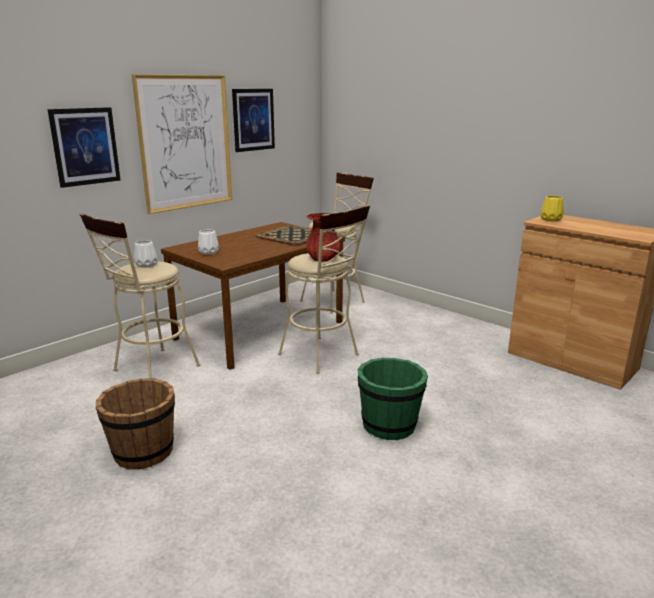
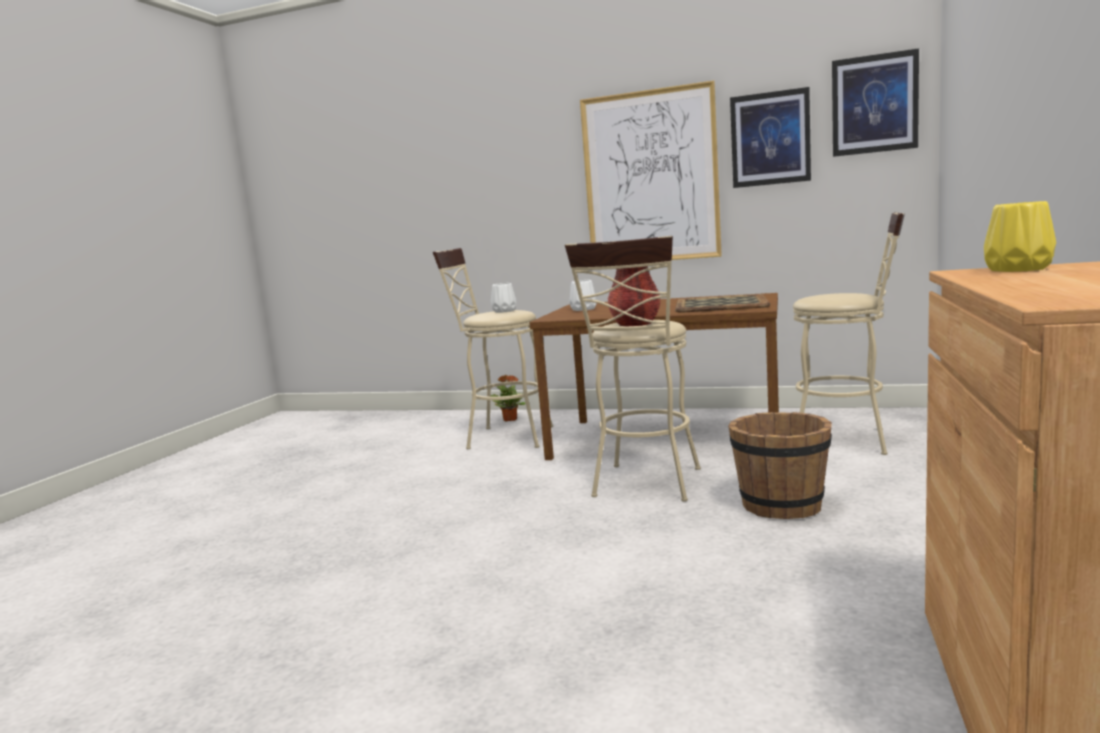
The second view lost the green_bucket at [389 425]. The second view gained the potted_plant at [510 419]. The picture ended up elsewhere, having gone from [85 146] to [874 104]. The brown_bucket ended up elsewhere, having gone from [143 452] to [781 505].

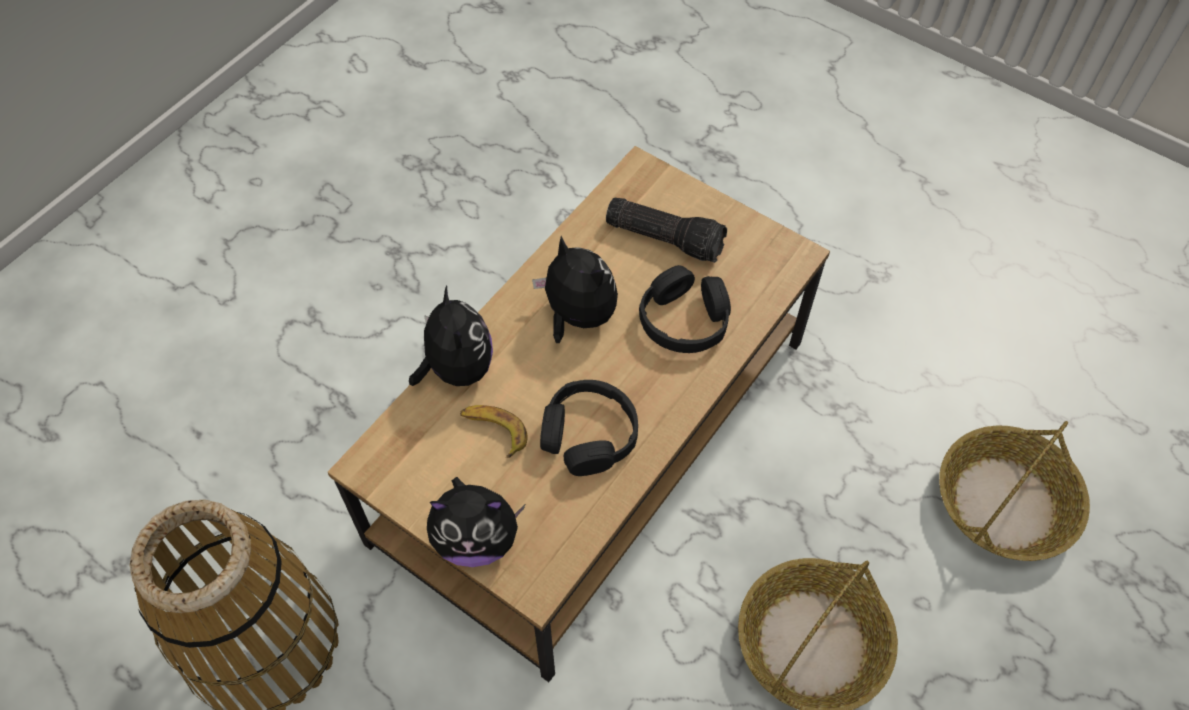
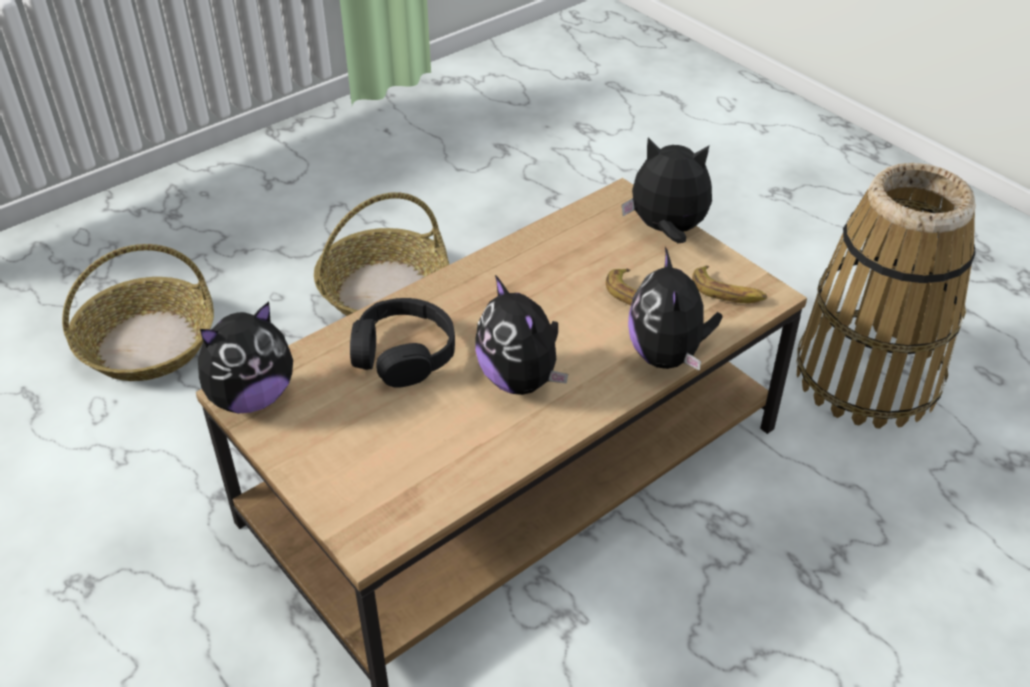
The second view lost the black_headphones at [588 435]. The second view lost the flashlight at [666 237]. The second view gained the plush_toy at [251 397]. The second view gained the banana at [728 292].

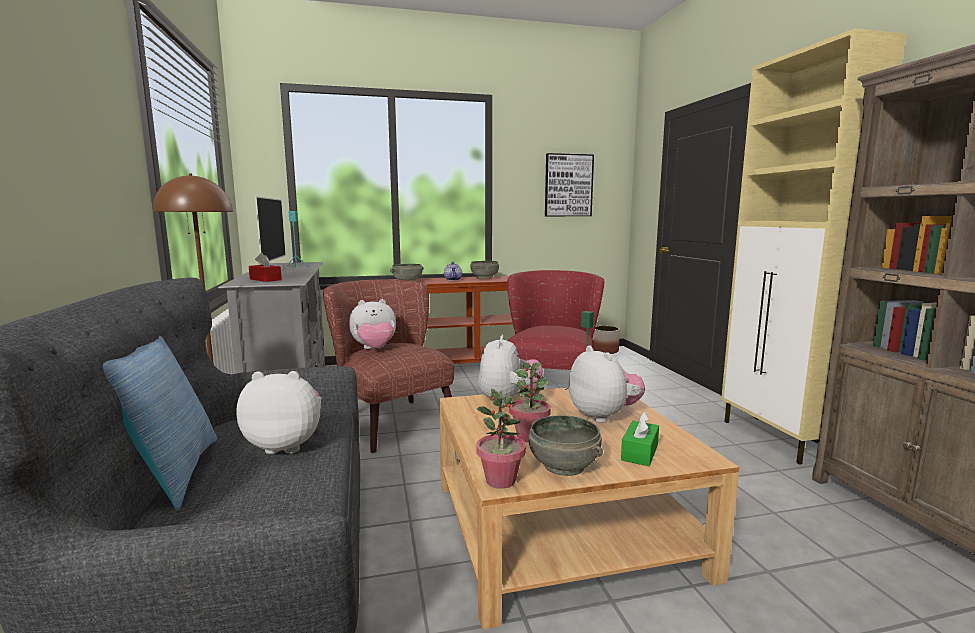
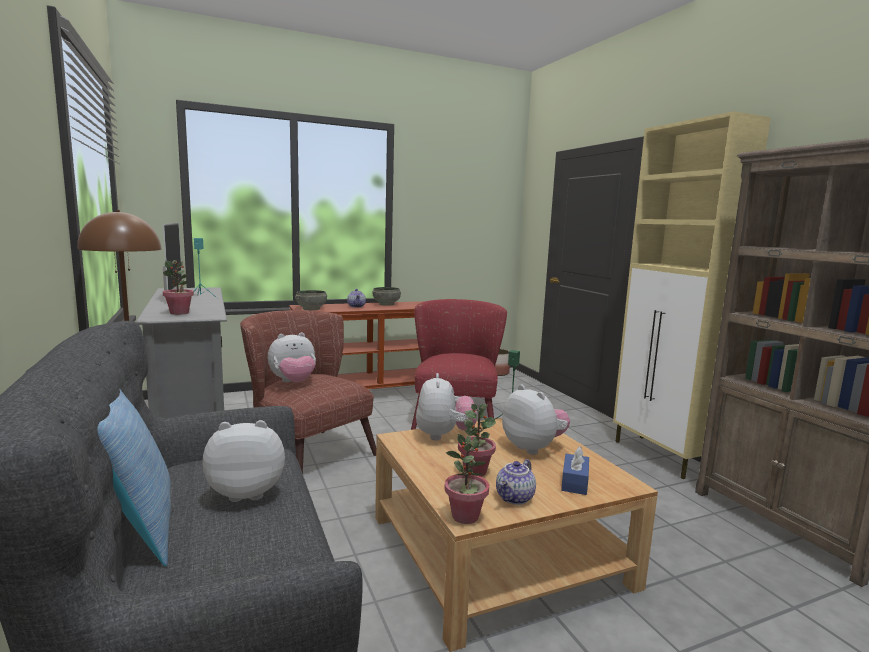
The second view lost the picture at [568 185]. Where the red_tissue_box stood at [265 279], the potted_plant came to stand at [179 313]. Where the grey_bowl stood at [564 465], the teapot came to stand at [515 498]. What was the green_tissue_box at [639 452] turned into the blue_tissue_box at [574 482].

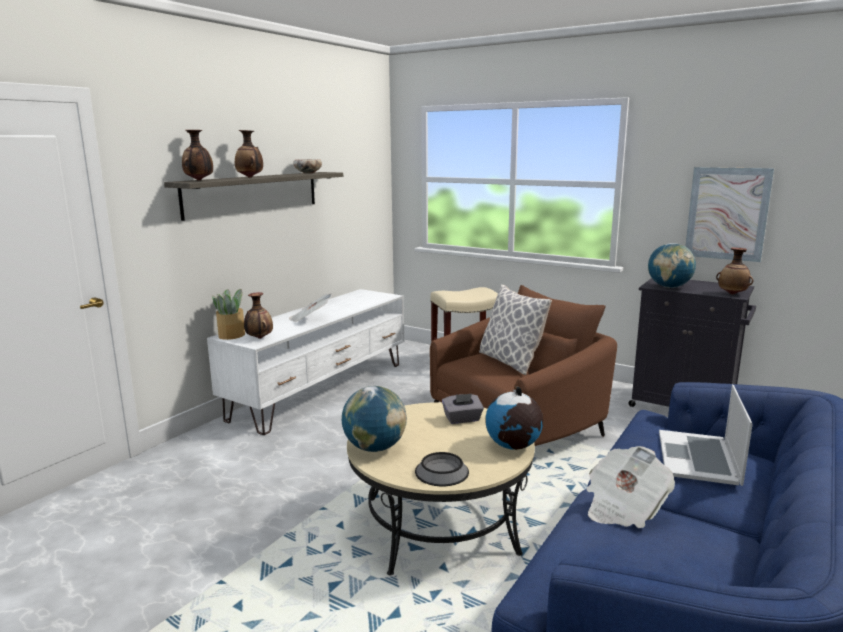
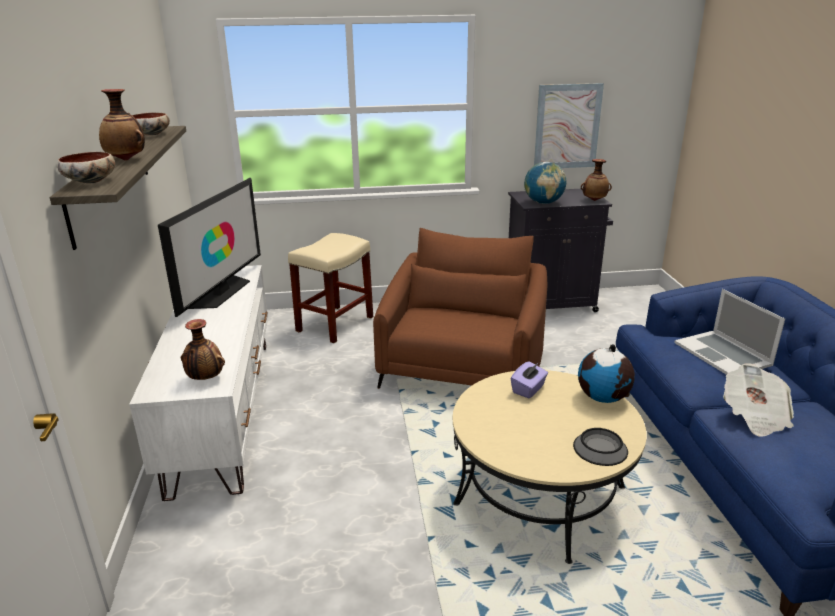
The second view lost the potted_plant at [232 335]. The second view lost the newspaper at [310 319]. The second view lost the globe at [375 448]. The second view lost the pillow at [510 362]. The second view gained the television at [221 292]. Where the vase stood at [199 180], the bowl came to stand at [90 182]. What was the grey_tissue_box at [462 419] turned into the purple_tissue_box at [528 389].

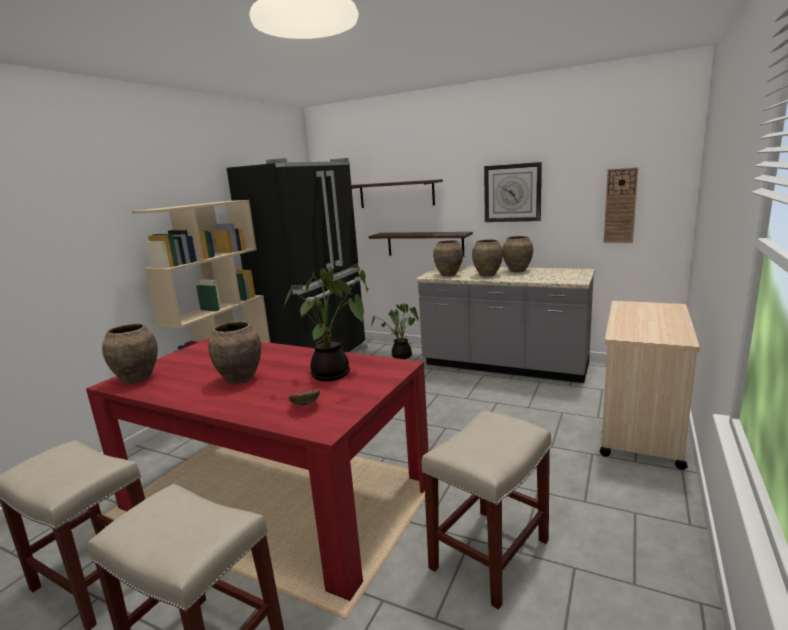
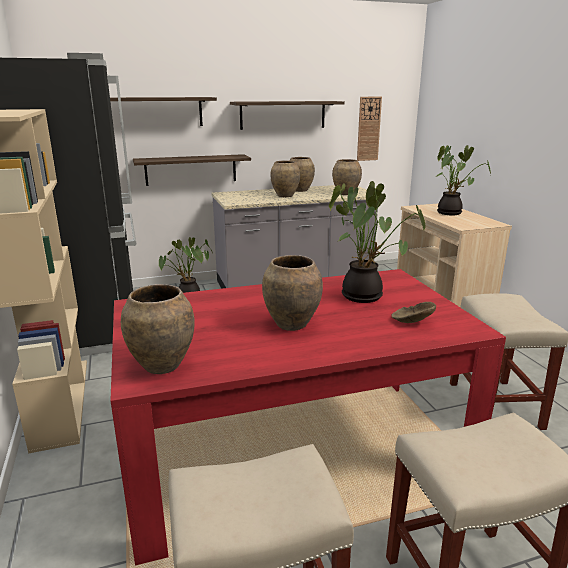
The second view gained the potted_plant at [451 213]. The brown_vase ended up elsewhere, having gone from [448 275] to [345 194]. Where the wall_clock hung at [512 193], the shelf came to hang at [283 115].

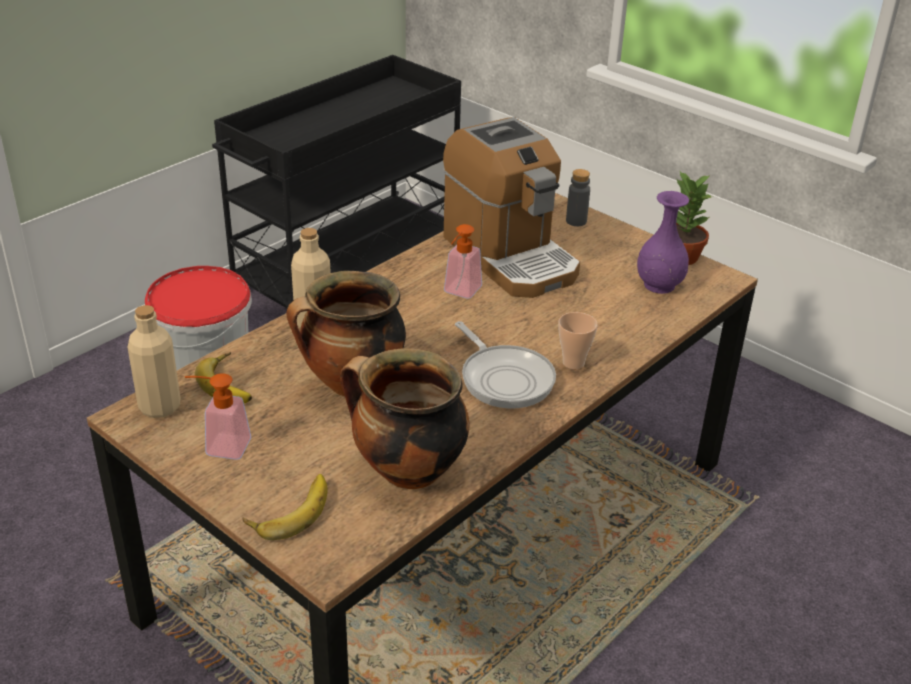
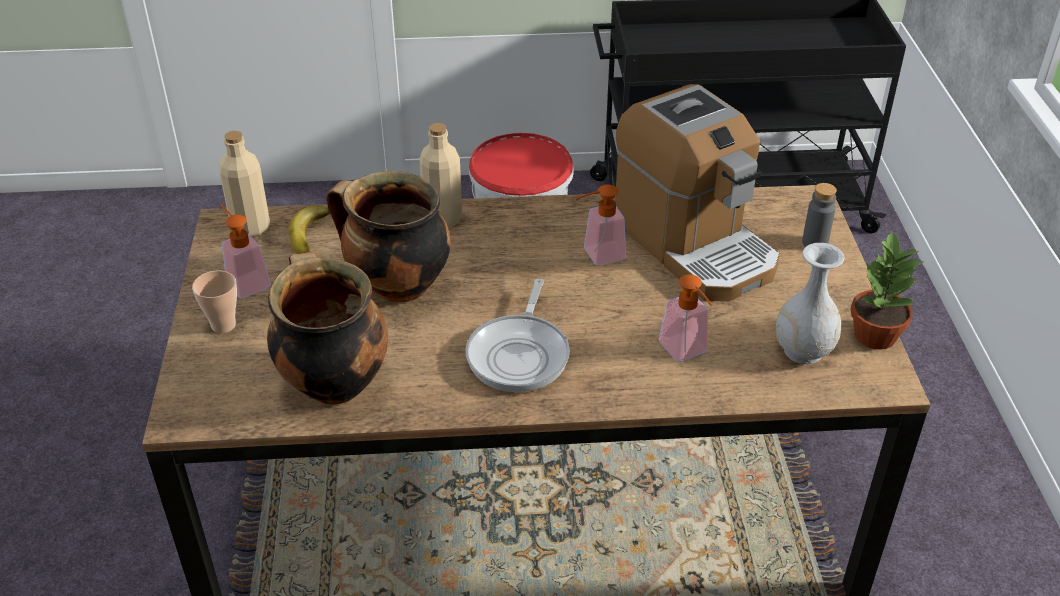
The second view lost the banana at [289 510]. The second view gained the soap_dispenser at [687 352]. The cup ended up elsewhere, having gone from [573 363] to [223 325]. What was the purple_vase at [659 285] turned into the white_vase at [803 350]. The coffee_machine at [510 256] ended up facing another way, 45 degrees counterclockwise from before.

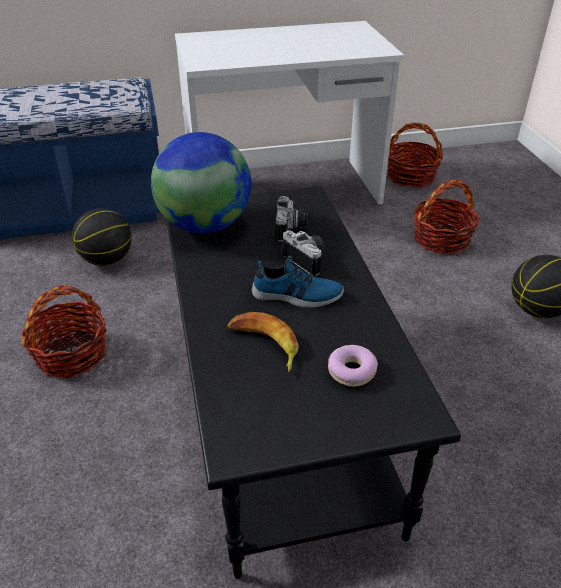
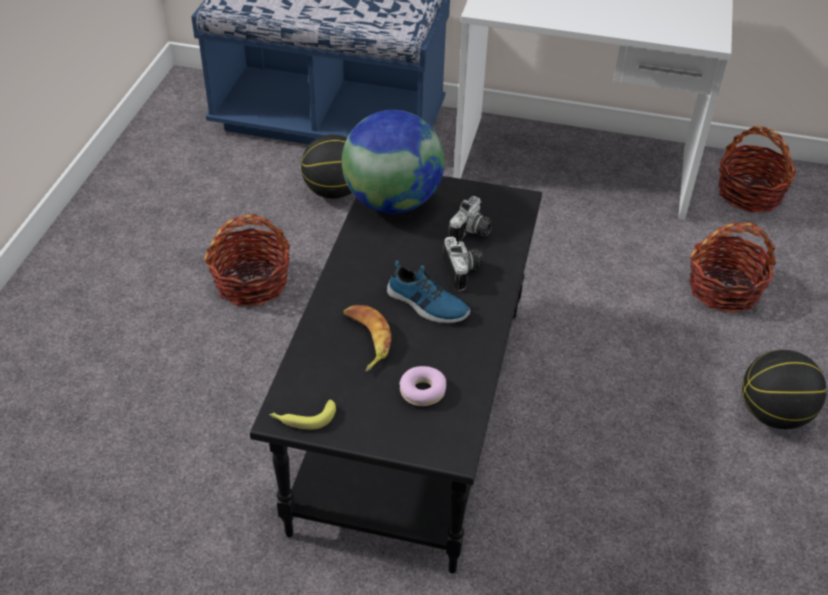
The second view gained the banana at [303 418].

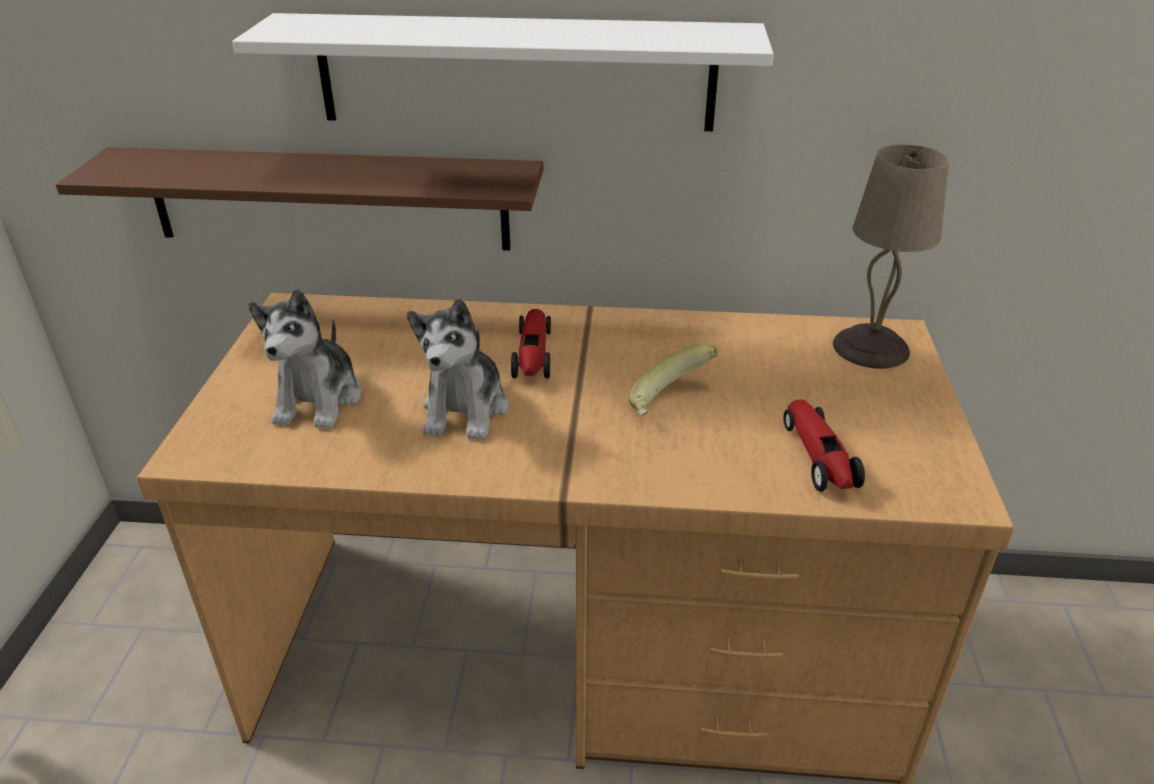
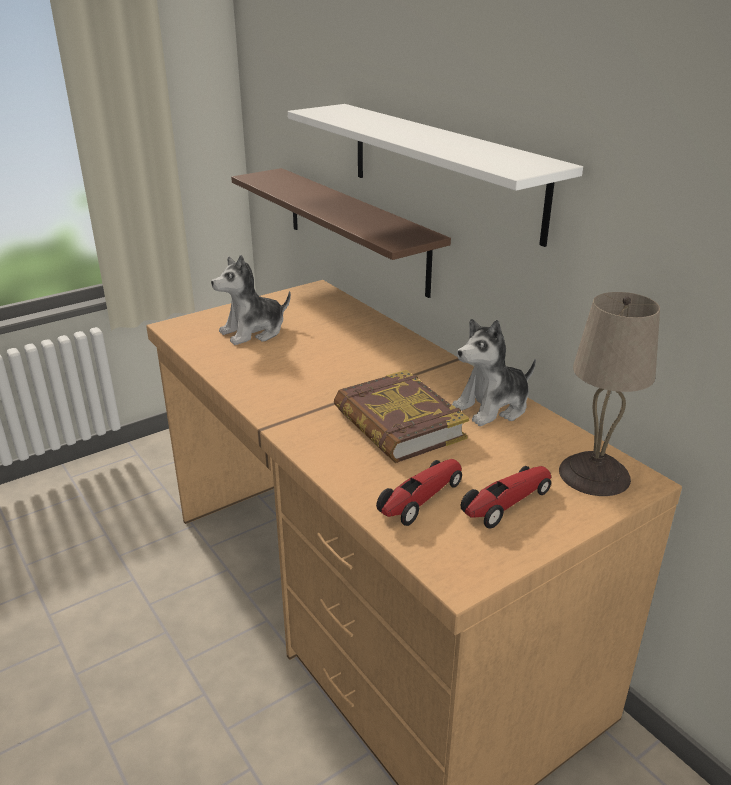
The plush_toy ended up elsewhere, having gone from [466 409] to [492 407]. The toy_car ended up elsewhere, having gone from [533 355] to [506 503]. Where the banana stood at [670 403], the book came to stand at [398 424].

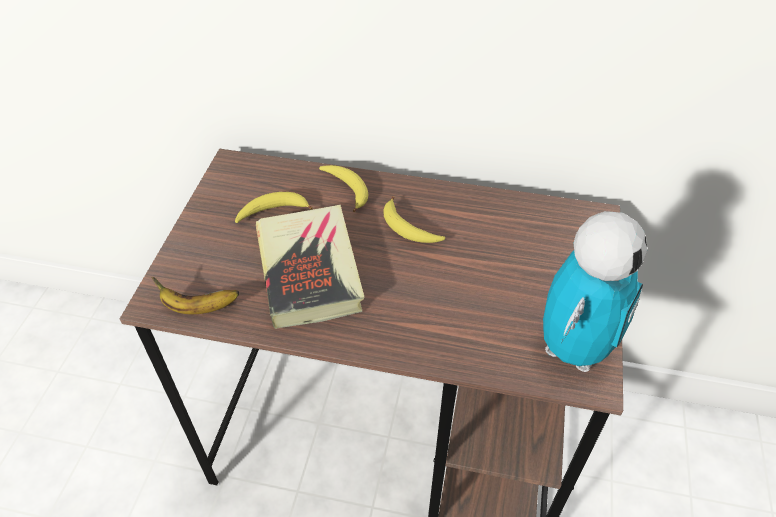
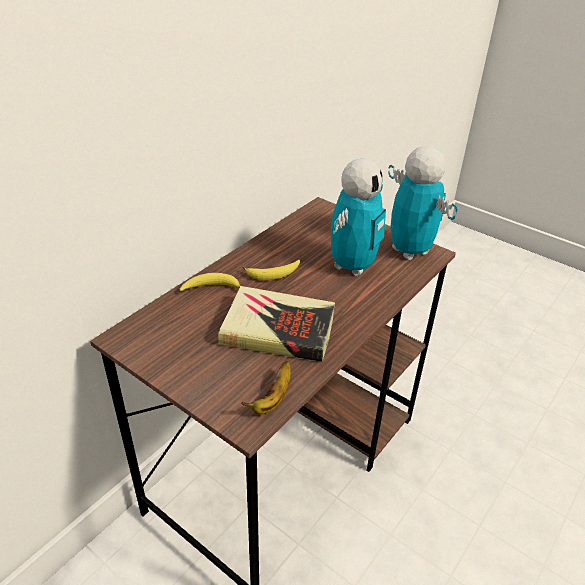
The second view lost the banana at [272 212]. The second view gained the toy_robot at [352 266].

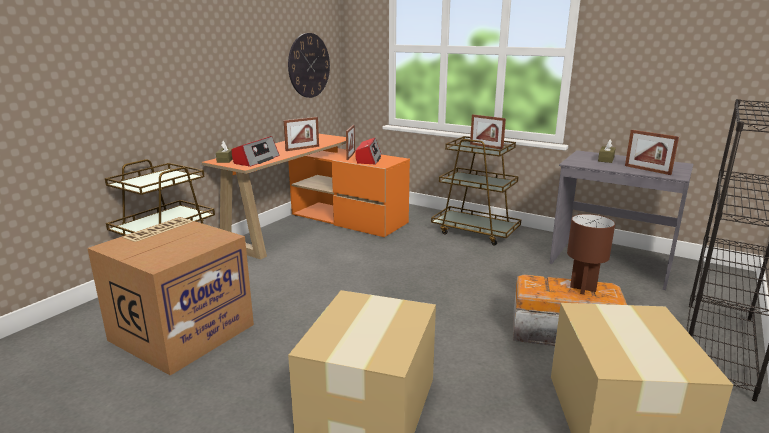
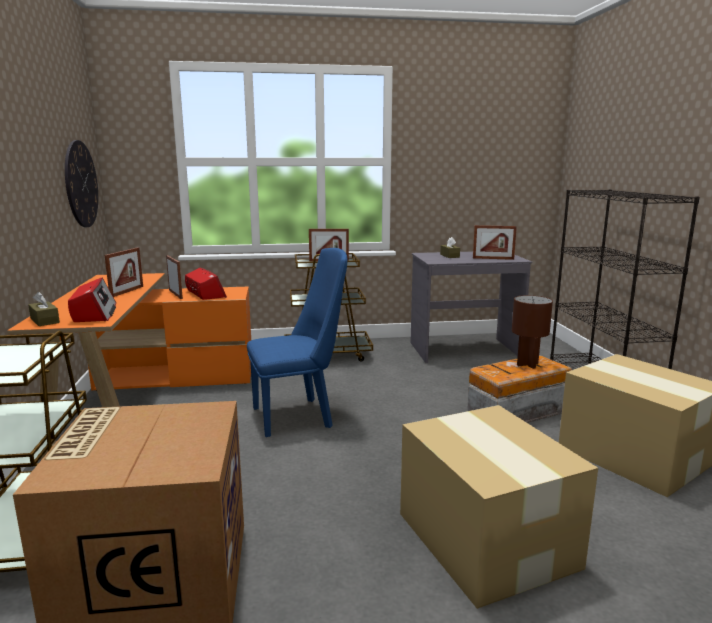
The second view gained the blue_chair at [299 415].

